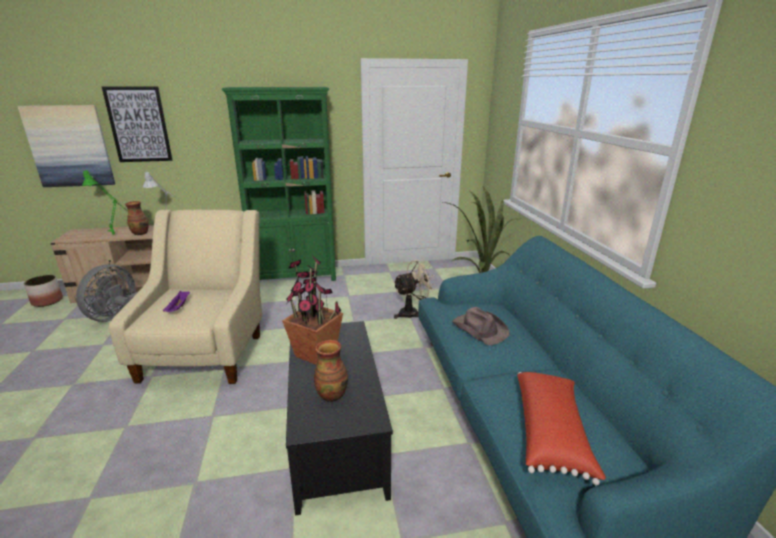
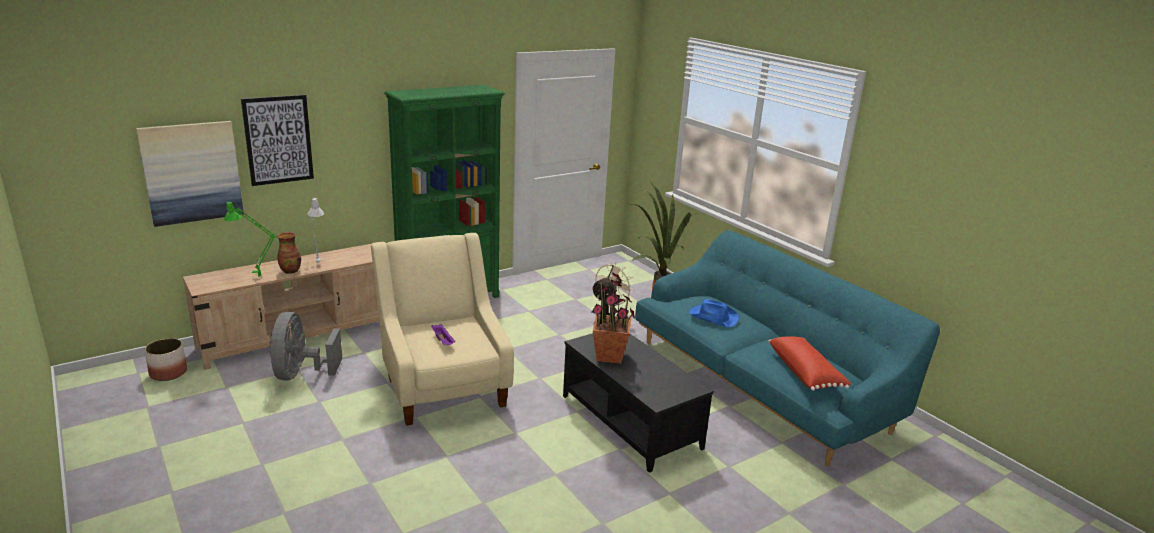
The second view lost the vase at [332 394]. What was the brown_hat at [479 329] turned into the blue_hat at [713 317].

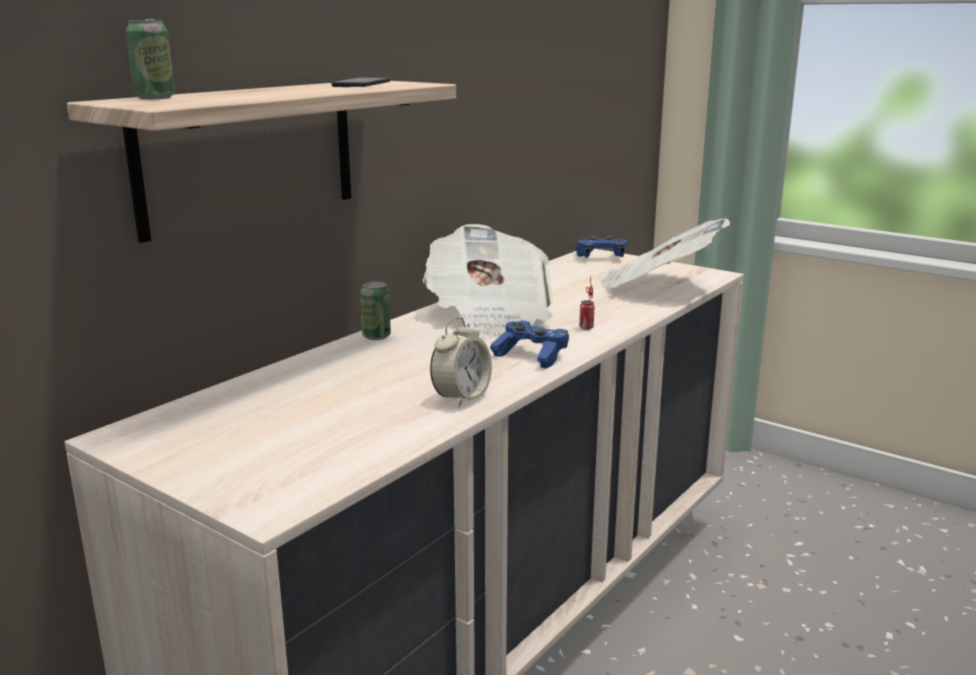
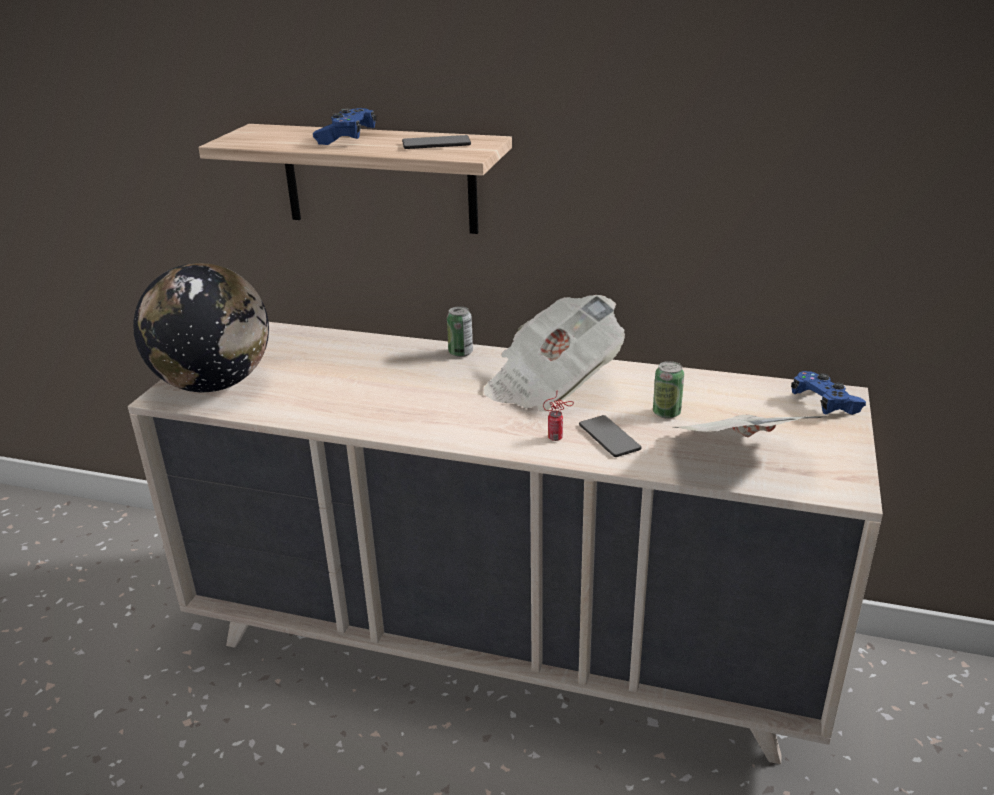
The second view lost the alarm_clock at [461 397]. The second view gained the globe at [214 384]. The second view gained the phone at [609 437]. The can ended up elsewhere, having gone from [155 98] to [666 413]. The blue_game_controller ended up elsewhere, having gone from [531 356] to [346 138].

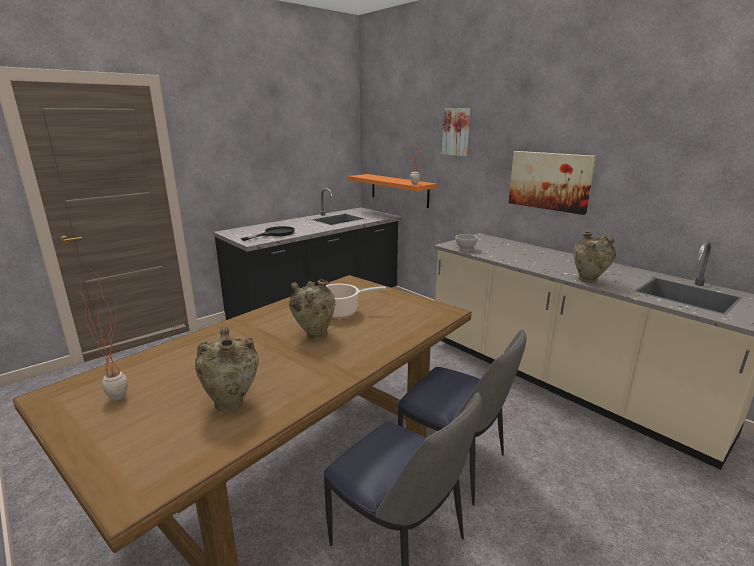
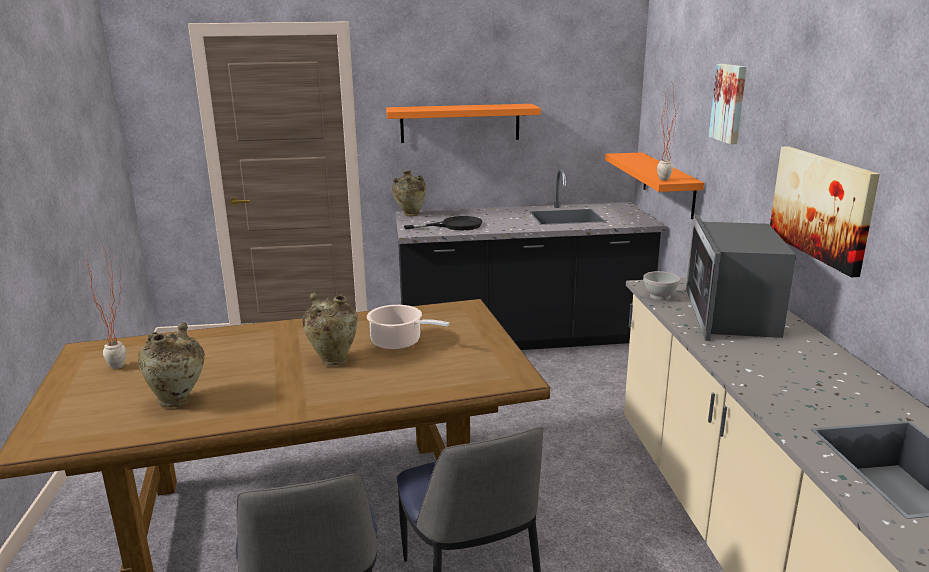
The second view gained the orange_shelf at [460 123]. The second view gained the microwave at [730 314]. The beige_vase ended up elsewhere, having gone from [589 281] to [410 215].

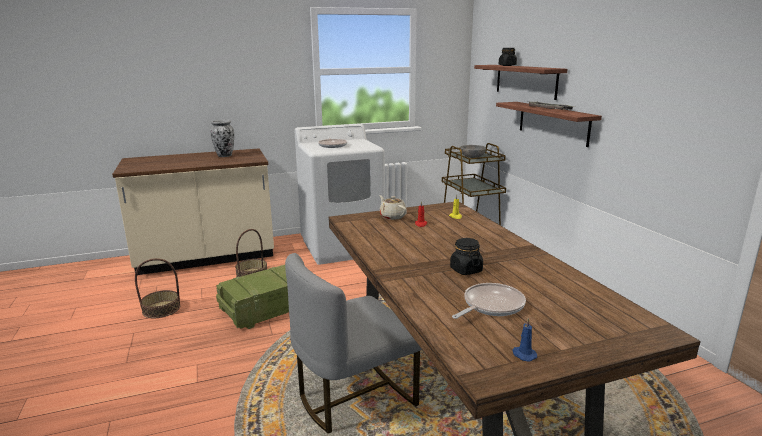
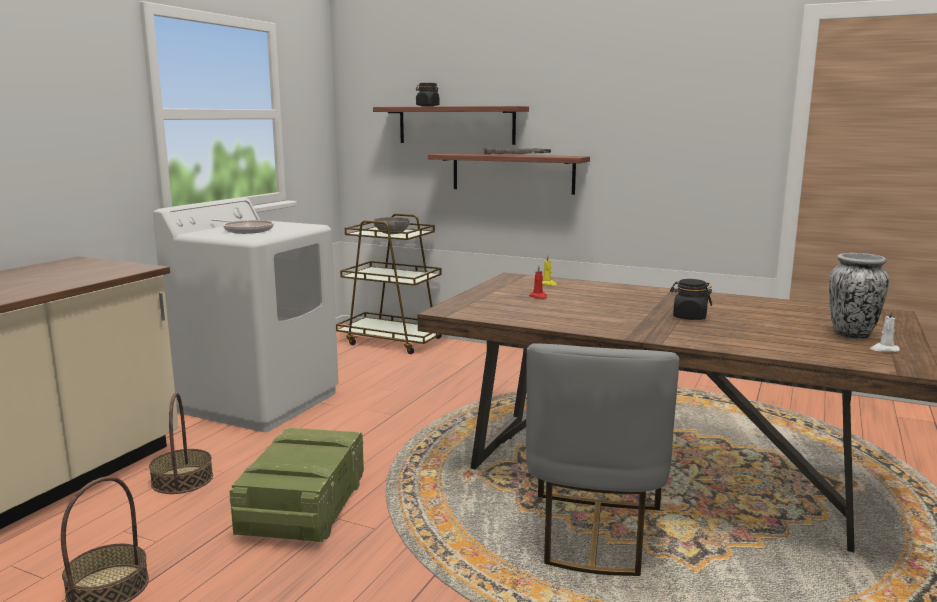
The second view lost the beige_teapot at [392 216]. The second view lost the frying_pan at [491 305]. The vase ended up elsewhere, having gone from [225 156] to [852 335]. What was the blue_candle at [523 354] turned into the white_candle at [884 349].

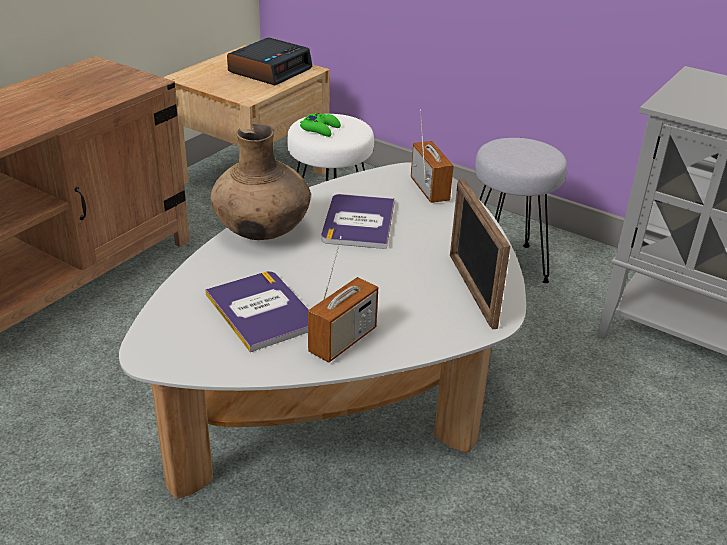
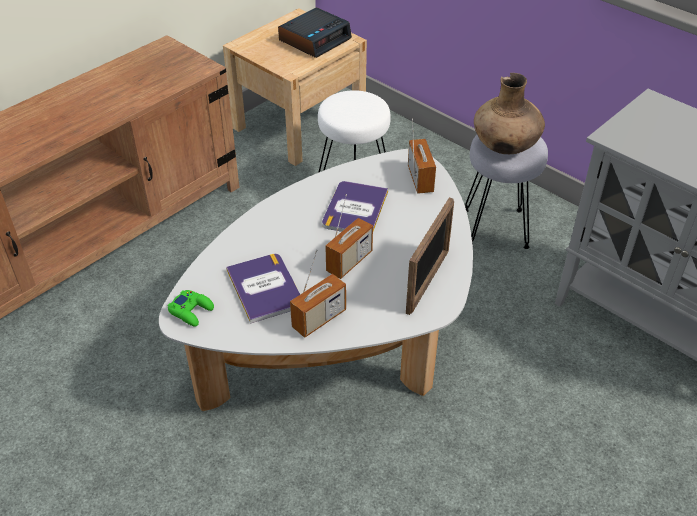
The second view gained the radio at [349 262]. The brown_vase ended up elsewhere, having gone from [263 232] to [505 146]. The green_game_controller ended up elsewhere, having gone from [320 129] to [191 311]. The picture_frame at [472 290] ended up facing another way, 150 degrees counterclockwise from before.

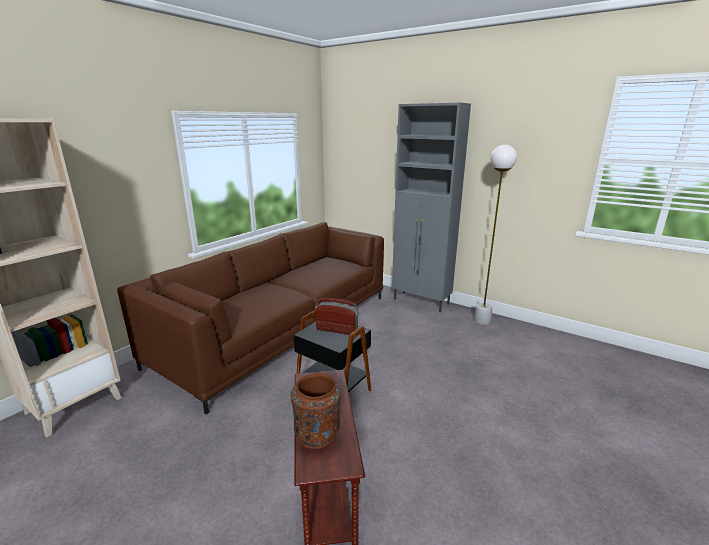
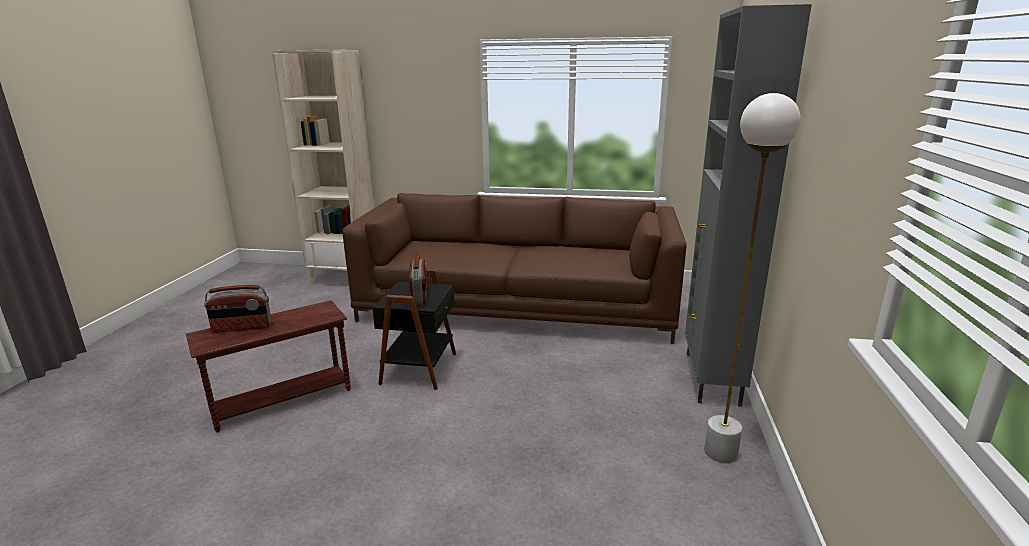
Where the brown_vase stood at [317 434], the radio came to stand at [242 328].

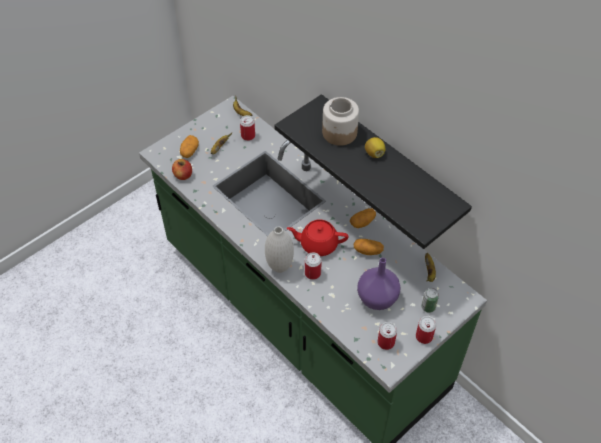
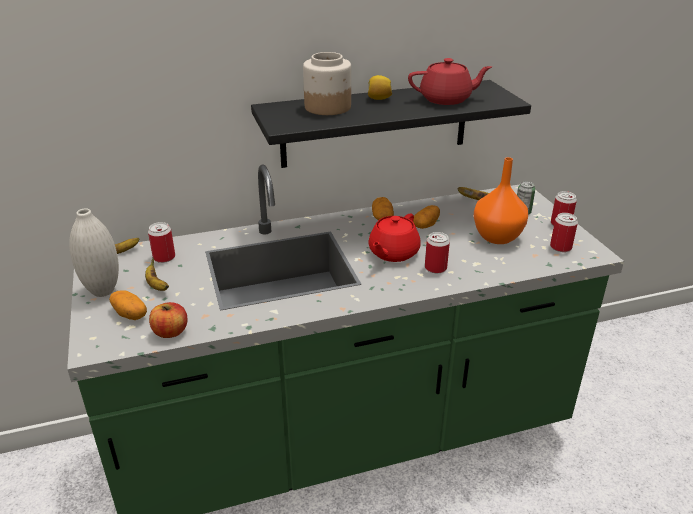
The second view gained the red_teapot at [446 99]. The white_vase ended up elsewhere, having gone from [279 267] to [103 291]. What was the purple_vase at [378 298] turned into the orange_vase at [497 236].

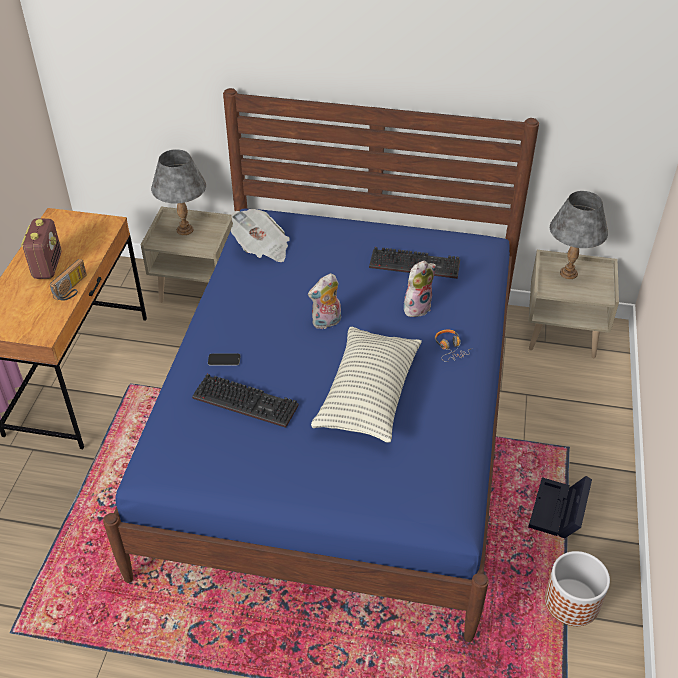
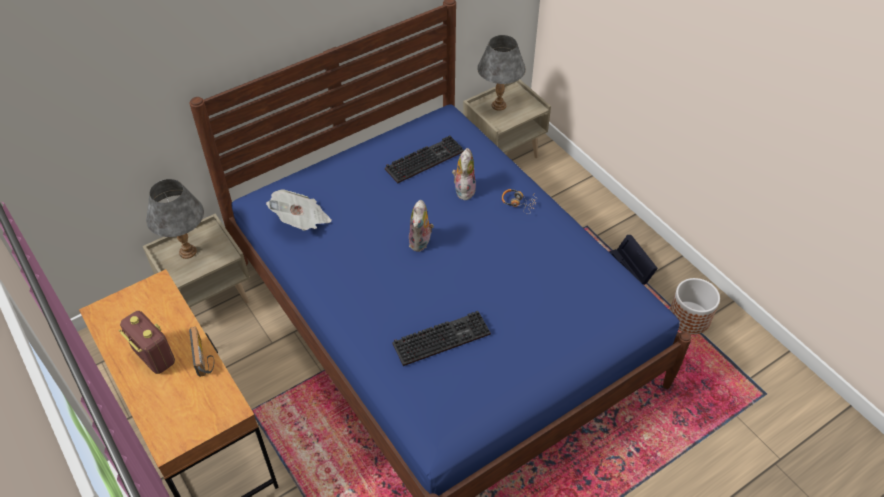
The second view lost the phone at [224 360]. The second view lost the pillow at [368 395].

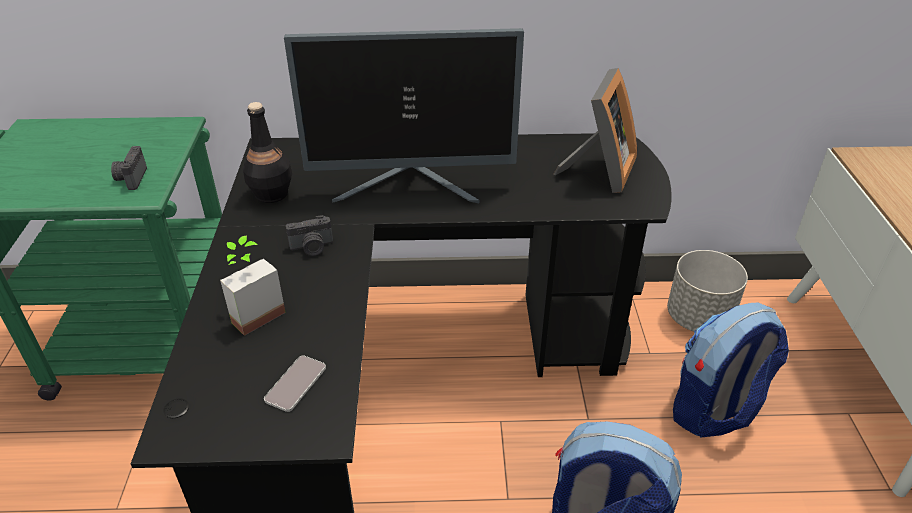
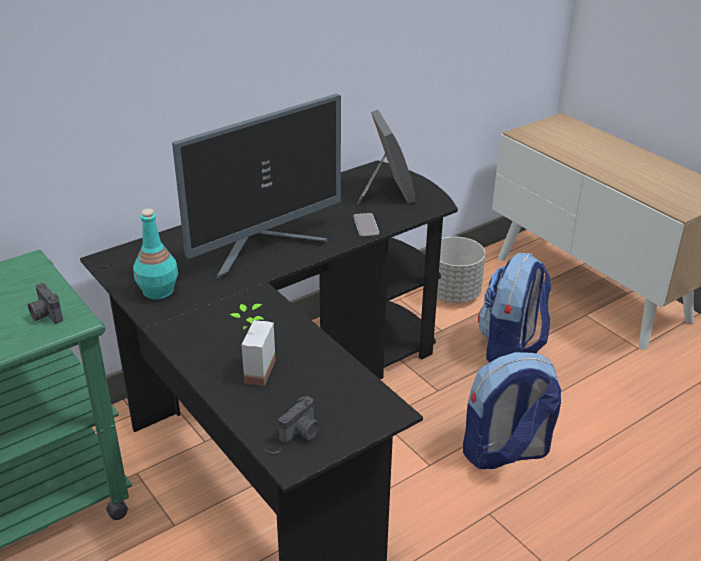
The phone ended up elsewhere, having gone from [296 384] to [366 225]. The photo_camera ended up elsewhere, having gone from [312 248] to [302 432]. What was the black_bottle at [271 194] turned into the turquoise_bottle at [158 291].

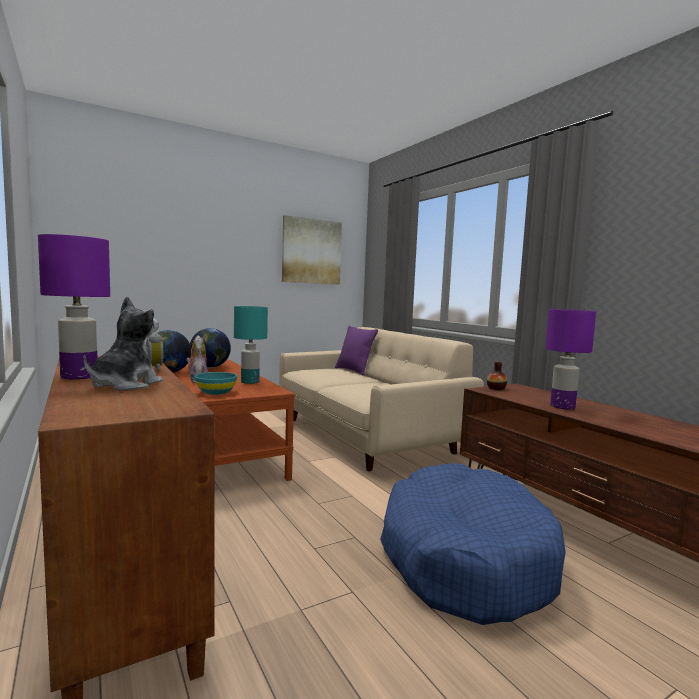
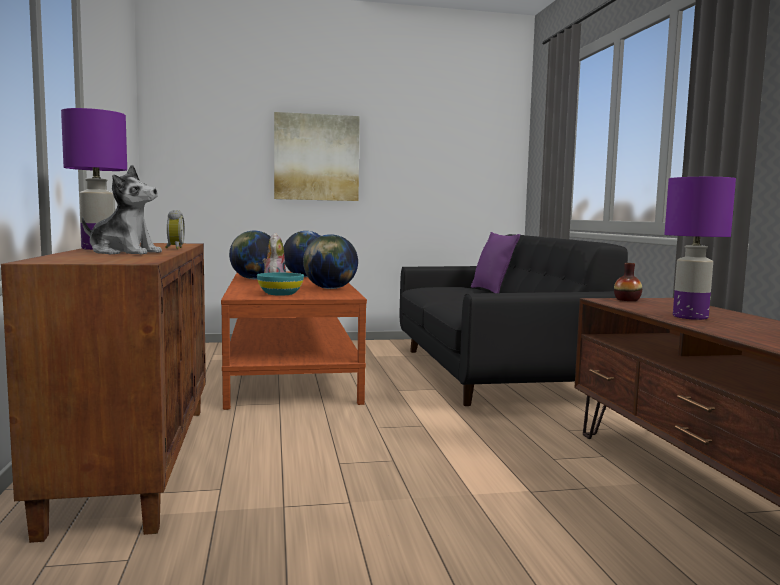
The second view lost the blue_dog_bed at [464 557]. The picture ended up elsewhere, having gone from [311 251] to [316 157]. Where the turquoise_table_lamp stood at [249 382], the globe came to stand at [330 289]. What was the beige_sofa at [365 435] turned into the black_sofa at [493 373]. The plush_toy at [125 385] ended up facing another way, 60 degrees clockwise from before.

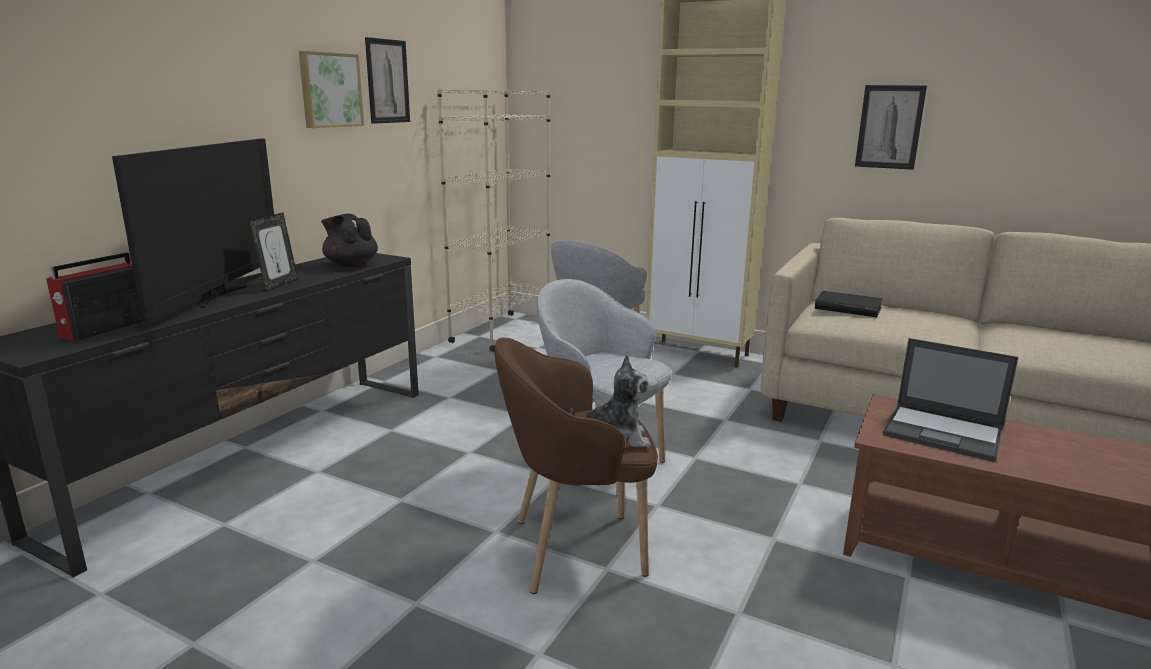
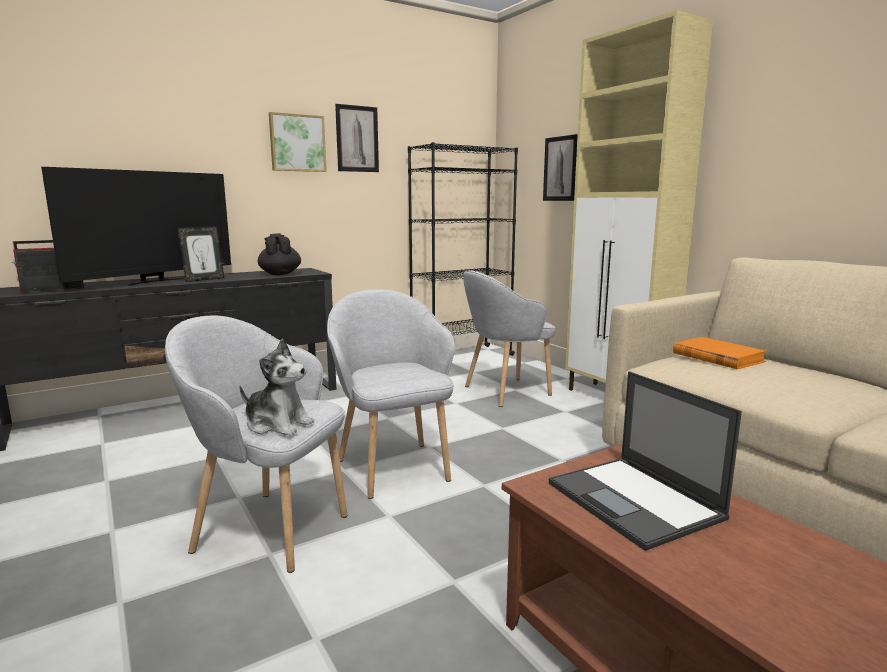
The picture ended up elsewhere, having gone from [889 127] to [560 169]. What was the beige_bookcase at [501 332] turned into the black_bookcase at [462 357]. What was the brown_armchair at [573 549] turned into the grey_armchair at [269 529]. What was the black_book at [847 308] turned into the orange_book at [717 357].

